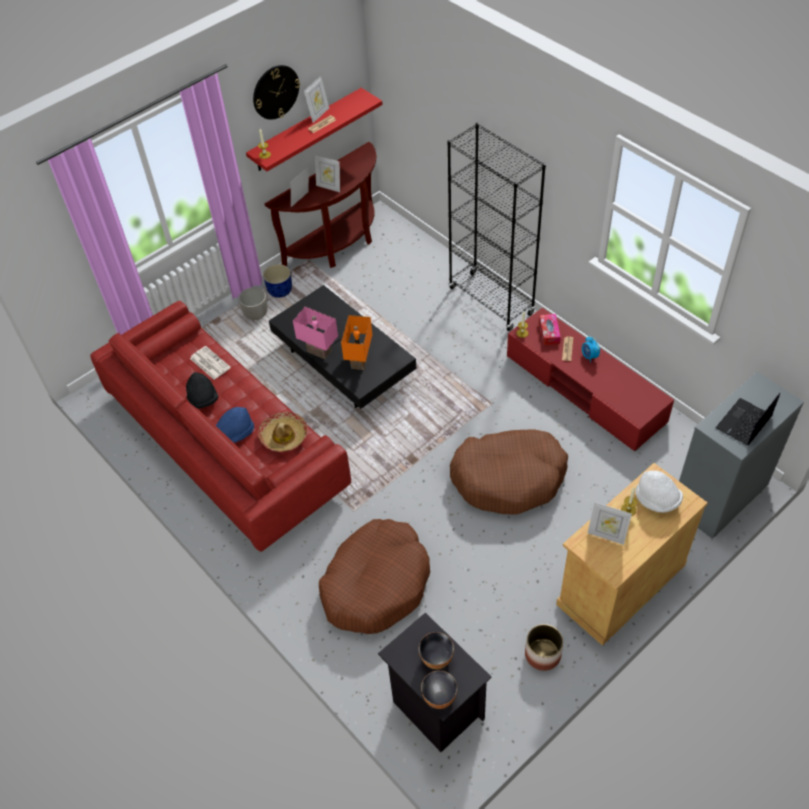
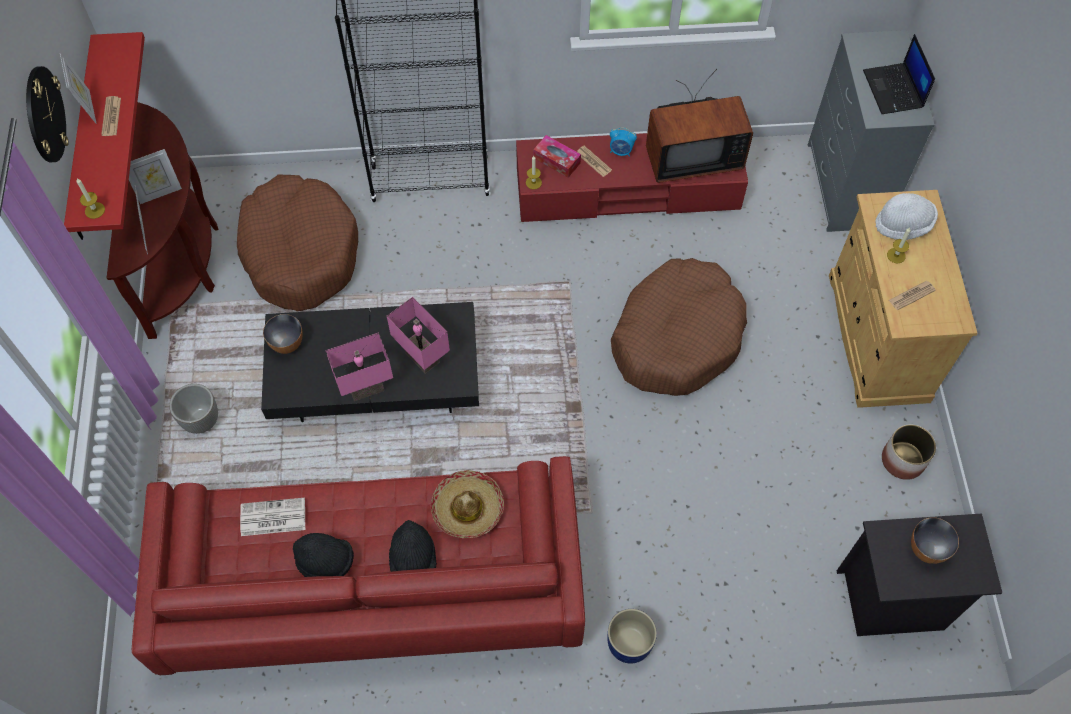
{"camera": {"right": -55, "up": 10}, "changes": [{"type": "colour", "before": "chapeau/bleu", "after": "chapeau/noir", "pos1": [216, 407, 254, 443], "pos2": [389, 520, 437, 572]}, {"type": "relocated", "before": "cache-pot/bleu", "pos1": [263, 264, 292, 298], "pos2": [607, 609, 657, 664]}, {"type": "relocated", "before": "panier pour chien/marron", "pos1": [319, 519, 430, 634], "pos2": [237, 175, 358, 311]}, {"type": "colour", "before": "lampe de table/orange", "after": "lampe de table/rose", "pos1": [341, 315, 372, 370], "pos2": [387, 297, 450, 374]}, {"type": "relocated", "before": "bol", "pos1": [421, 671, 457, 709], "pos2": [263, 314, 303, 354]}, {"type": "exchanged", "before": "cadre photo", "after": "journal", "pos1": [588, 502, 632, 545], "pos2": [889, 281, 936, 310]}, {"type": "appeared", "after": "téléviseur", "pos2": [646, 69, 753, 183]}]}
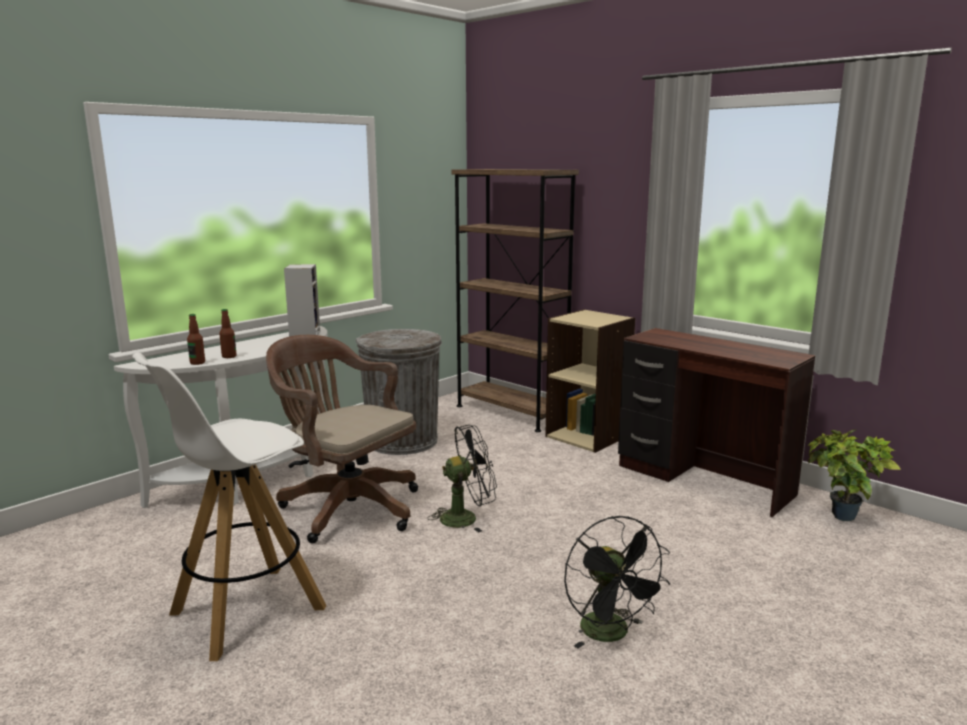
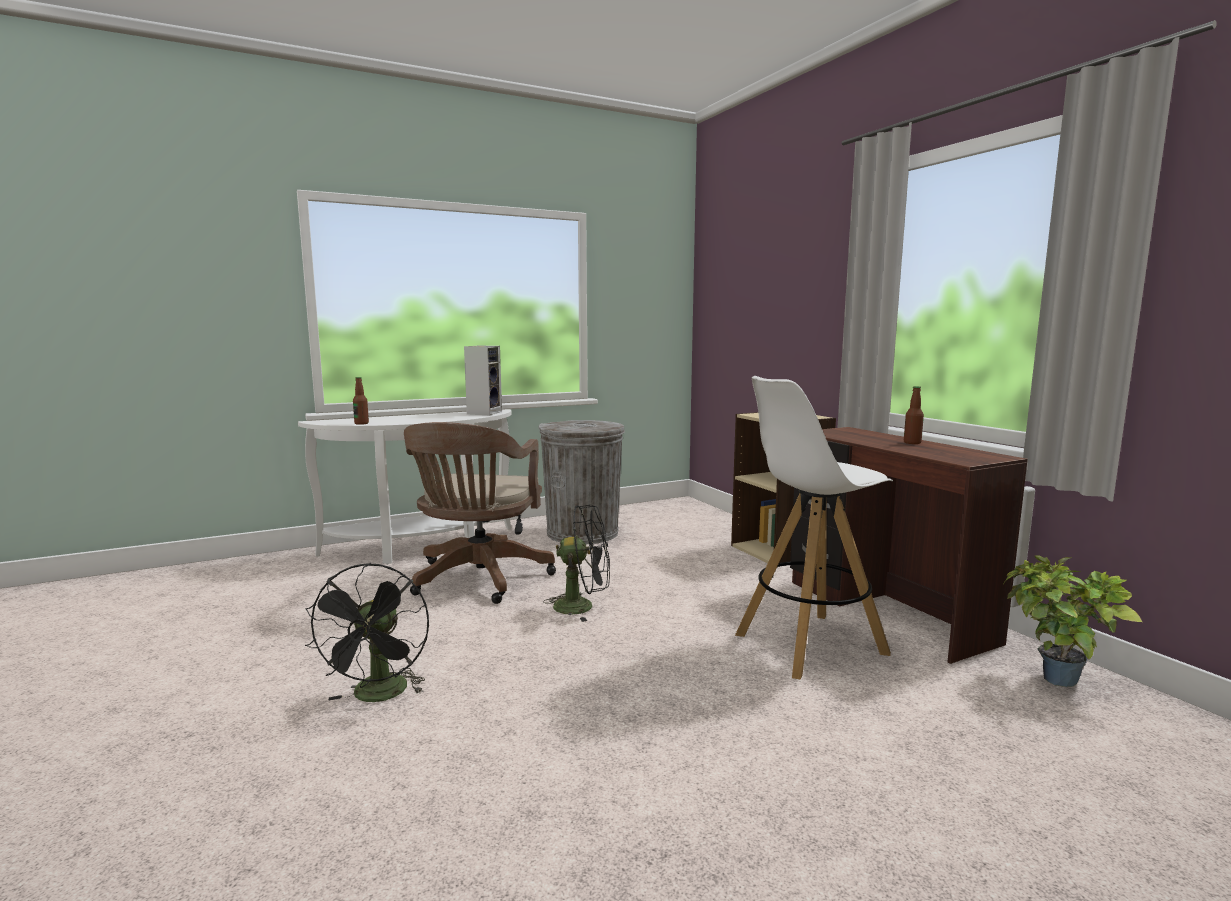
{"camera": {"right": 20, "up": -5}, "changes": [{"type": "relocated", "before": "tabouret/blanc", "pos1": [132, 353, 326, 661], "pos2": [735, 376, 893, 680]}, {"type": "relocated", "before": "bouteille", "pos1": [219, 309, 237, 358], "pos2": [904, 386, 924, 444]}, {"type": "spun", "before": "chaise de bureau/marron", "pos1": [266, 335, 418, 543], "pos2": [404, 422, 556, 604], "turn": -135}, {"type": "missing", "before": "bibliothèque/marron", "pos1": [452, 169, 579, 432]}, {"type": "relocated", "before": "ventilateur/noir", "pos1": [564, 516, 670, 649], "pos2": [305, 563, 429, 702]}]}
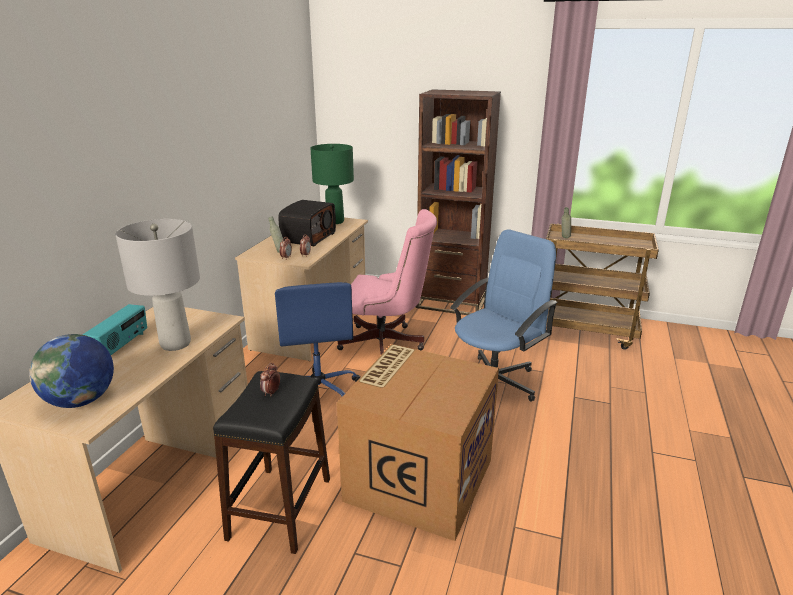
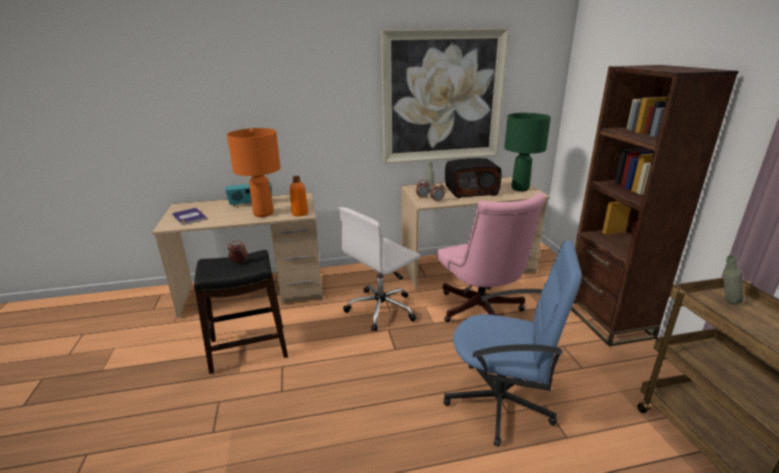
{"camera": {"right": 60, "up": 0}, "changes": [{"type": "exchanged", "before": "globe", "after": "livre", "pos1": [29, 334, 114, 408], "pos2": [172, 208, 207, 225]}, {"type": "colour", "before": "lampe de table/gris", "after": "lampe de table/orange", "pos1": [115, 219, 200, 351], "pos2": [227, 128, 281, 217]}, {"type": "colour", "before": "chaise de bureau/bleu", "after": "chaise de bureau/blanc", "pos1": [275, 282, 360, 397], "pos2": [339, 207, 420, 332]}, {"type": "missing", "before": "carton", "pos1": [337, 344, 499, 541]}, {"type": "appeared", "after": "bouteille/orange", "pos2": [290, 176, 308, 216]}, {"type": "appeared", "after": "tableau", "pos2": [381, 28, 509, 163]}]}
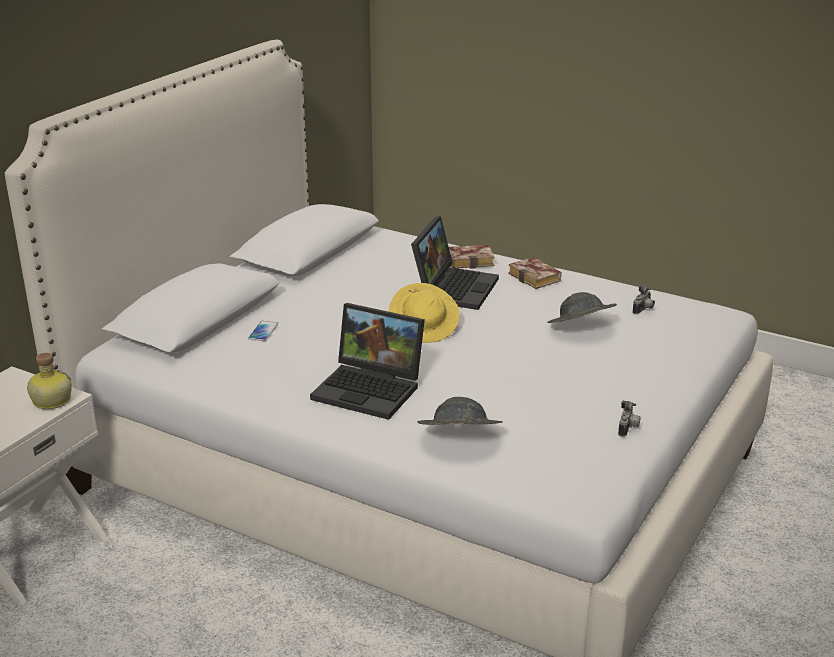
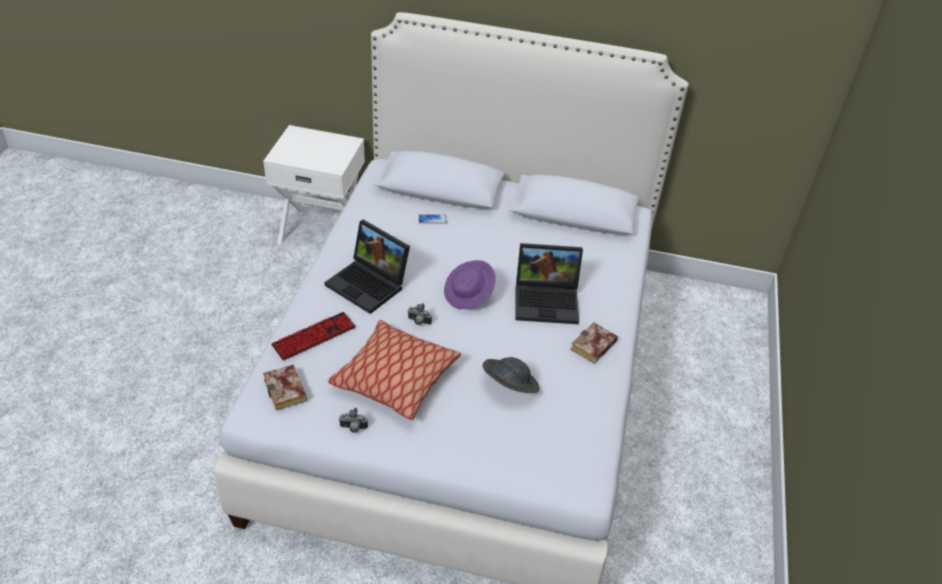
{"camera": {"right": 70, "up": 15}, "changes": [{"type": "missing", "before": "bouteille", "pos1": [27, 353, 72, 409]}, {"type": "spun", "before": "ordinateur portable", "pos1": [310, 303, 425, 420], "pos2": [324, 220, 410, 314], "turn": -60}, {"type": "colour", "before": "chapeau/jaune", "after": "chapeau/violet", "pos1": [389, 283, 460, 343], "pos2": [444, 260, 496, 309]}, {"type": "exchanged", "before": "chapeau/gris", "after": "clavier", "pos1": [417, 397, 503, 425], "pos2": [271, 312, 356, 361]}, {"type": "relocated", "before": "livre", "pos1": [449, 245, 495, 269], "pos2": [263, 365, 307, 410]}, {"type": "relocated", "before": "appareil photo", "pos1": [633, 285, 655, 314], "pos2": [407, 303, 432, 325]}, {"type": "appeared", "after": "coussin", "pos2": [328, 320, 461, 420]}]}
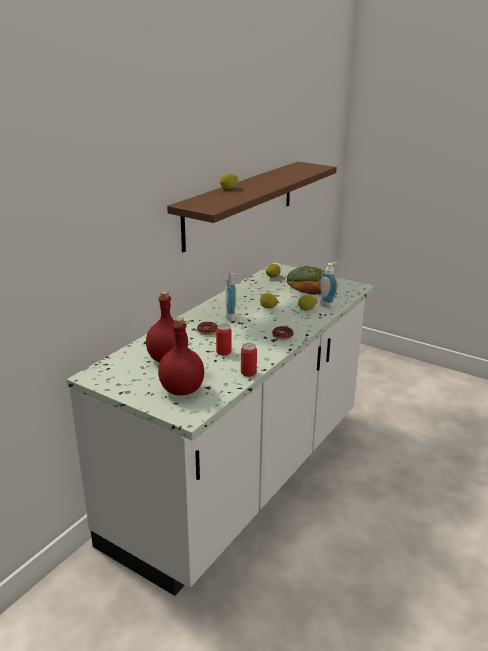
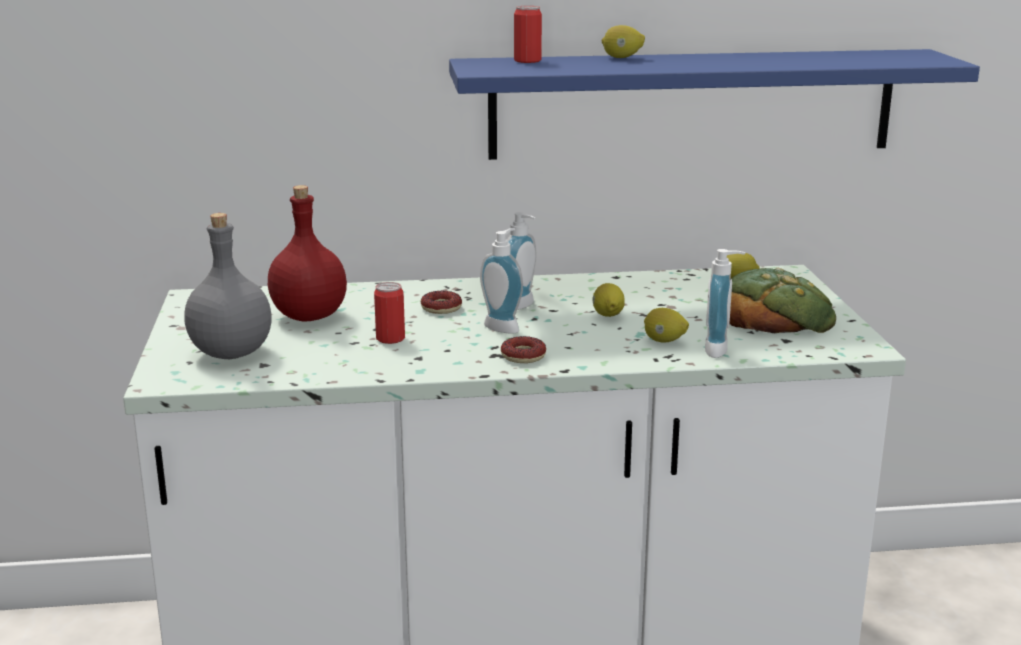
{"camera": {"right": 50, "up": -5}, "changes": [{"type": "colour", "before": "bouteille/rouge", "after": "bouteille/gris", "pos1": [158, 317, 204, 395], "pos2": [184, 213, 272, 359]}, {"type": "colour", "before": "étagère/marron", "after": "étagère/bleu", "pos1": [167, 162, 337, 252], "pos2": [449, 49, 980, 160]}, {"type": "relocated", "before": "boîte métallique", "pos1": [241, 343, 257, 377], "pos2": [514, 6, 542, 63]}, {"type": "appeared", "after": "distributeur de savon", "pos2": [480, 228, 523, 334]}]}
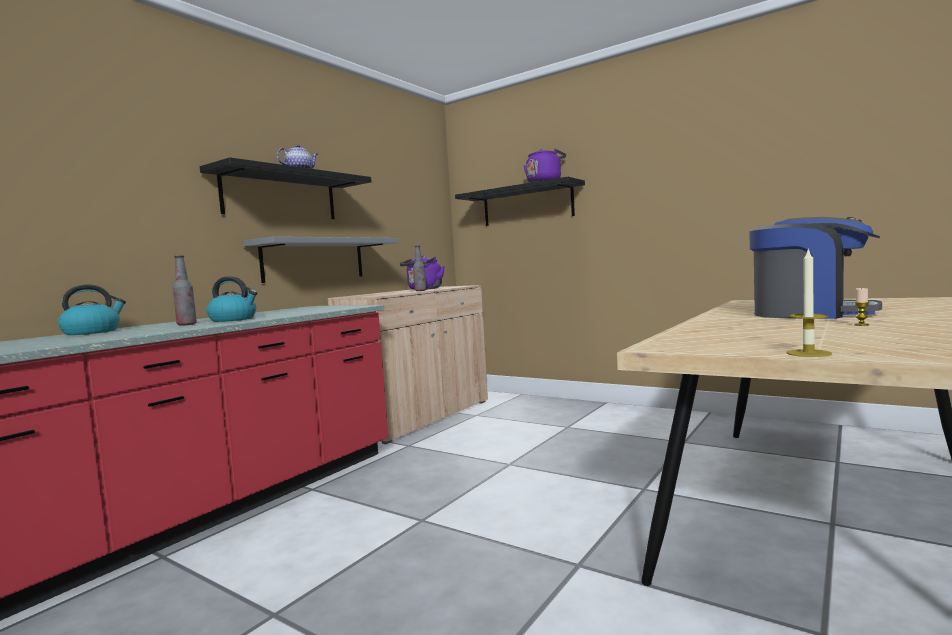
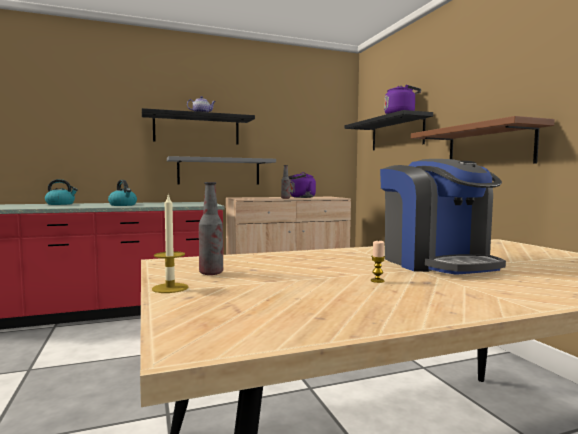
{"camera": {"right": 35, "up": 0}, "changes": [{"type": "relocated", "before": "bouteille", "pos1": [173, 255, 197, 326], "pos2": [199, 182, 223, 275]}, {"type": "appeared", "after": "étagère/marron", "pos2": [411, 116, 555, 164]}]}
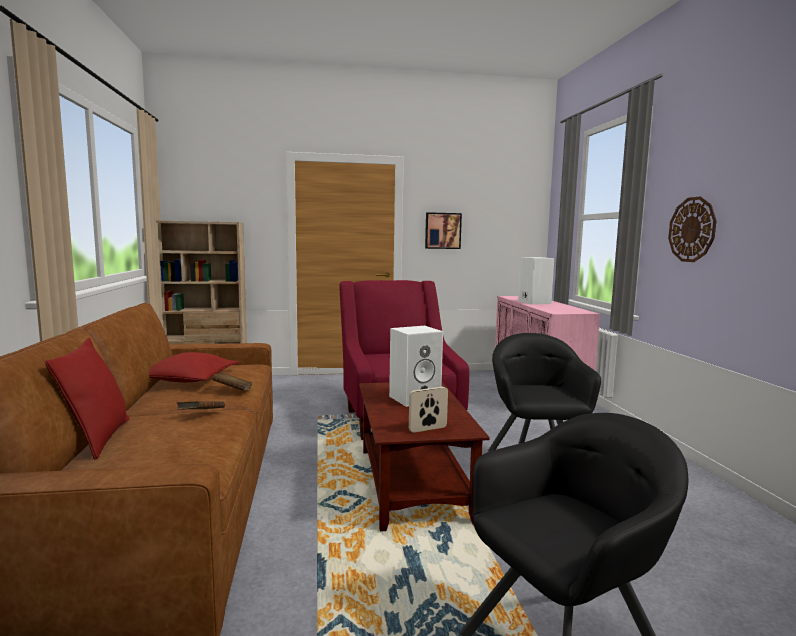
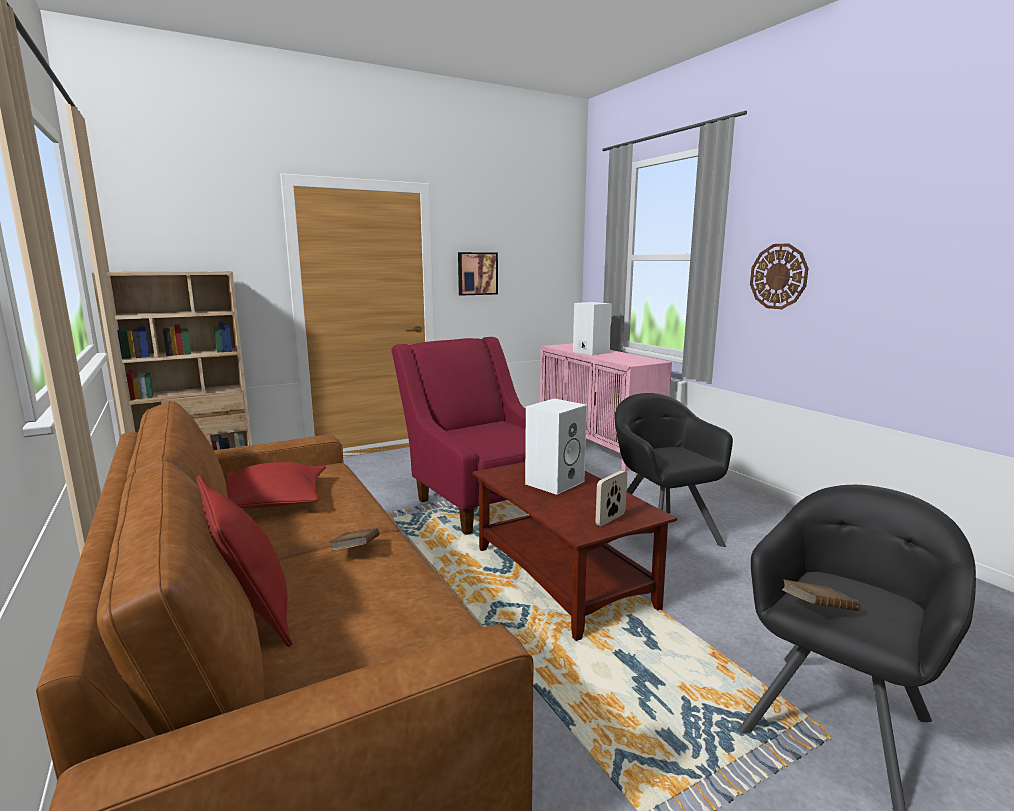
{"camera": {"right": -20, "up": 5}, "changes": [{"type": "relocated", "before": "livre/marron", "pos1": [213, 373, 253, 391], "pos2": [782, 580, 860, 611]}]}
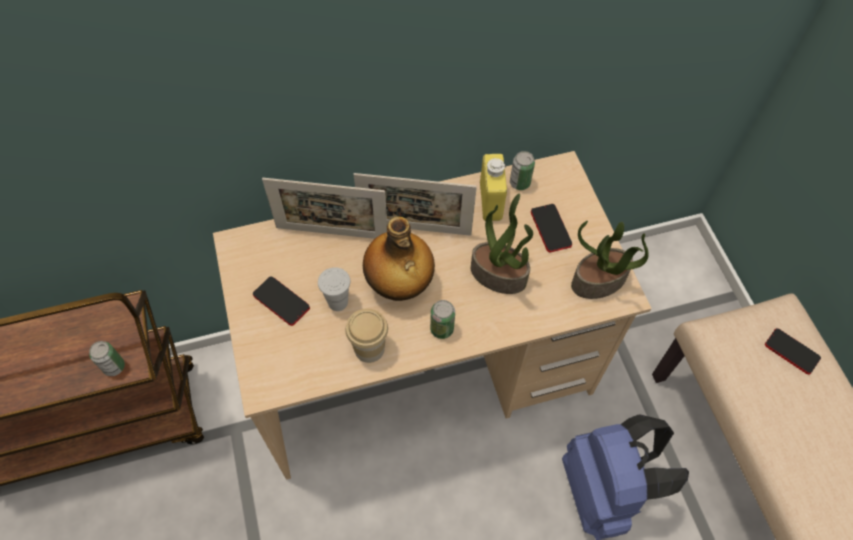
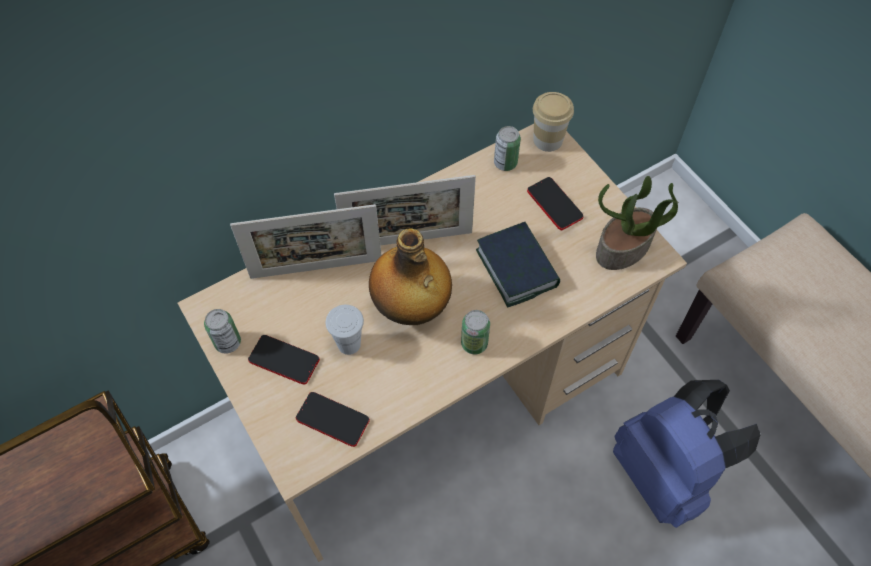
{"camera": {"right": -15, "up": 0}, "changes": [{"type": "relocated", "before": "boîte métallique", "pos1": [89, 341, 125, 376], "pos2": [204, 309, 241, 354]}, {"type": "relocated", "before": "tasse", "pos1": [345, 309, 388, 363], "pos2": [533, 92, 574, 152]}, {"type": "exchanged", "before": "plante en pot", "after": "livre", "pos1": [471, 194, 533, 294], "pos2": [476, 222, 560, 307]}, {"type": "missing", "before": "bouteille/jaune", "pos1": [480, 154, 507, 221]}, {"type": "relocated", "before": "téléphone", "pos1": [765, 328, 821, 375], "pos2": [296, 392, 370, 447]}]}
